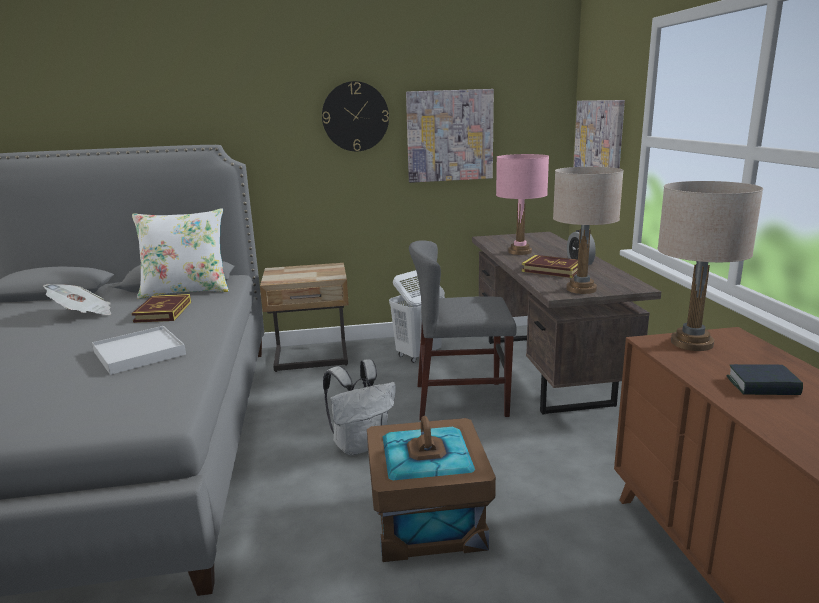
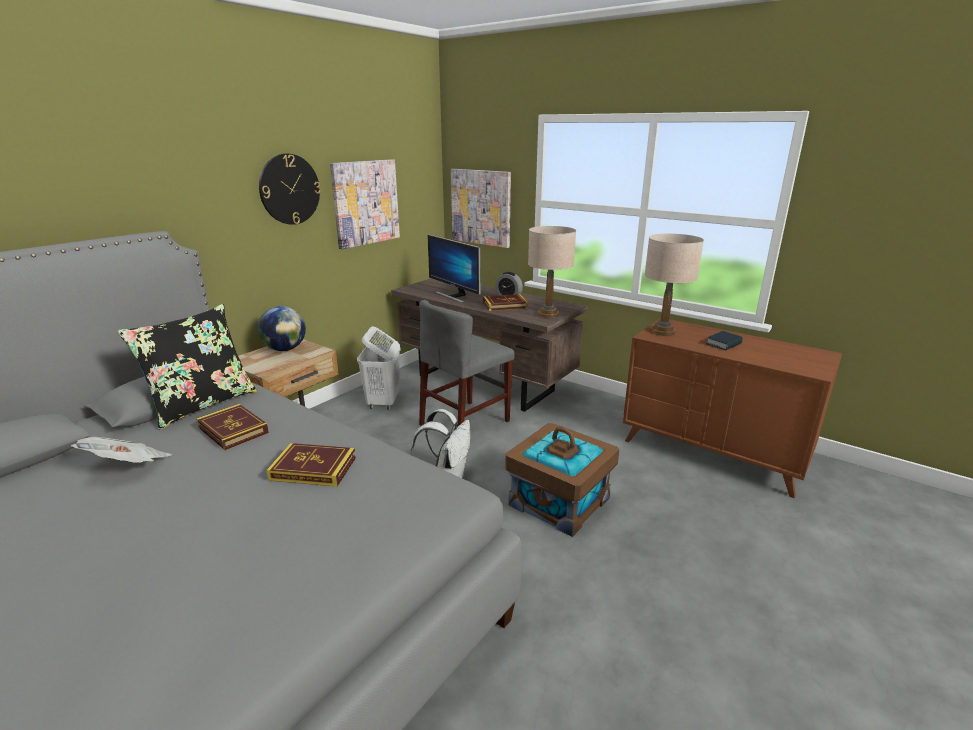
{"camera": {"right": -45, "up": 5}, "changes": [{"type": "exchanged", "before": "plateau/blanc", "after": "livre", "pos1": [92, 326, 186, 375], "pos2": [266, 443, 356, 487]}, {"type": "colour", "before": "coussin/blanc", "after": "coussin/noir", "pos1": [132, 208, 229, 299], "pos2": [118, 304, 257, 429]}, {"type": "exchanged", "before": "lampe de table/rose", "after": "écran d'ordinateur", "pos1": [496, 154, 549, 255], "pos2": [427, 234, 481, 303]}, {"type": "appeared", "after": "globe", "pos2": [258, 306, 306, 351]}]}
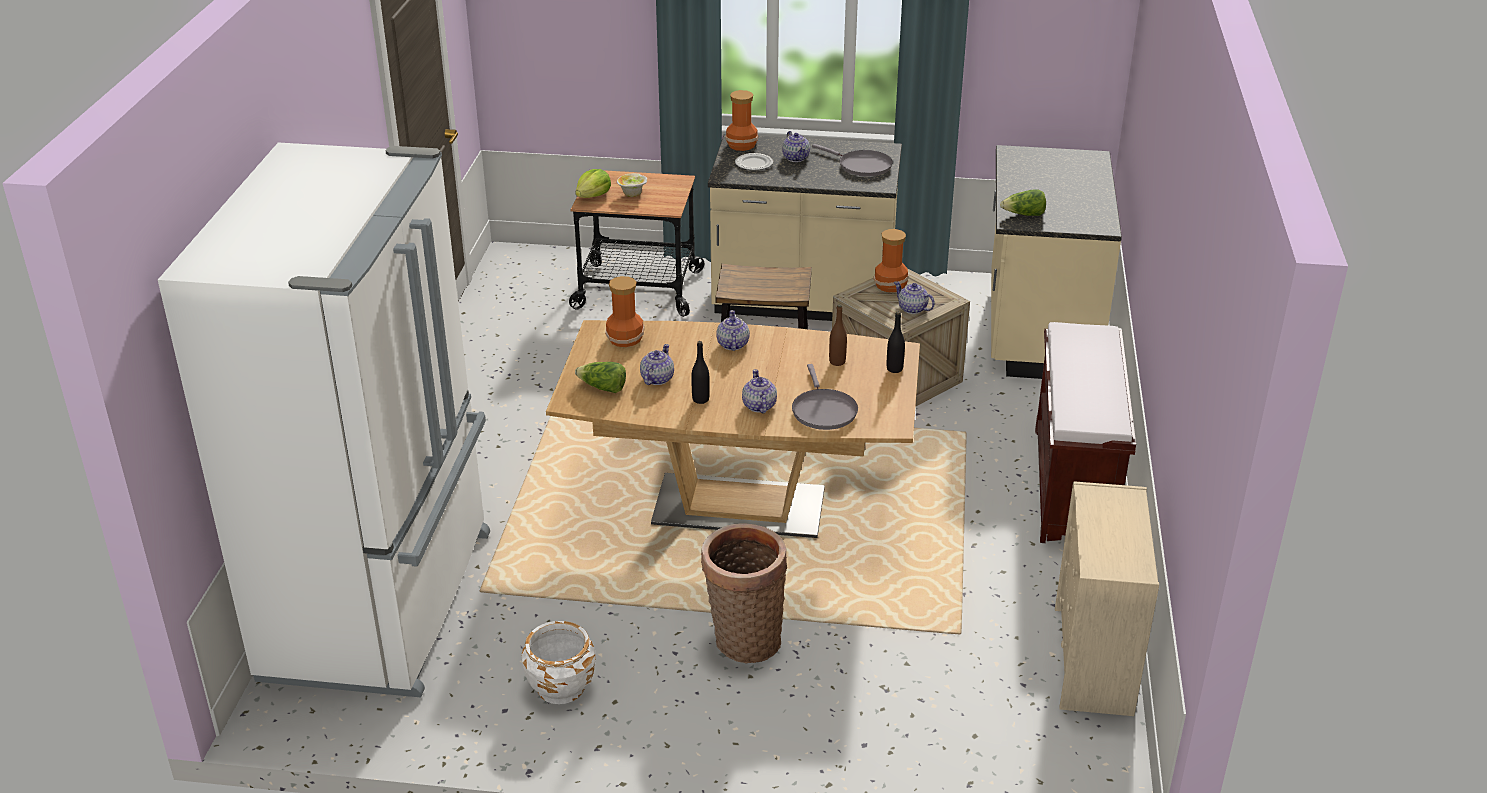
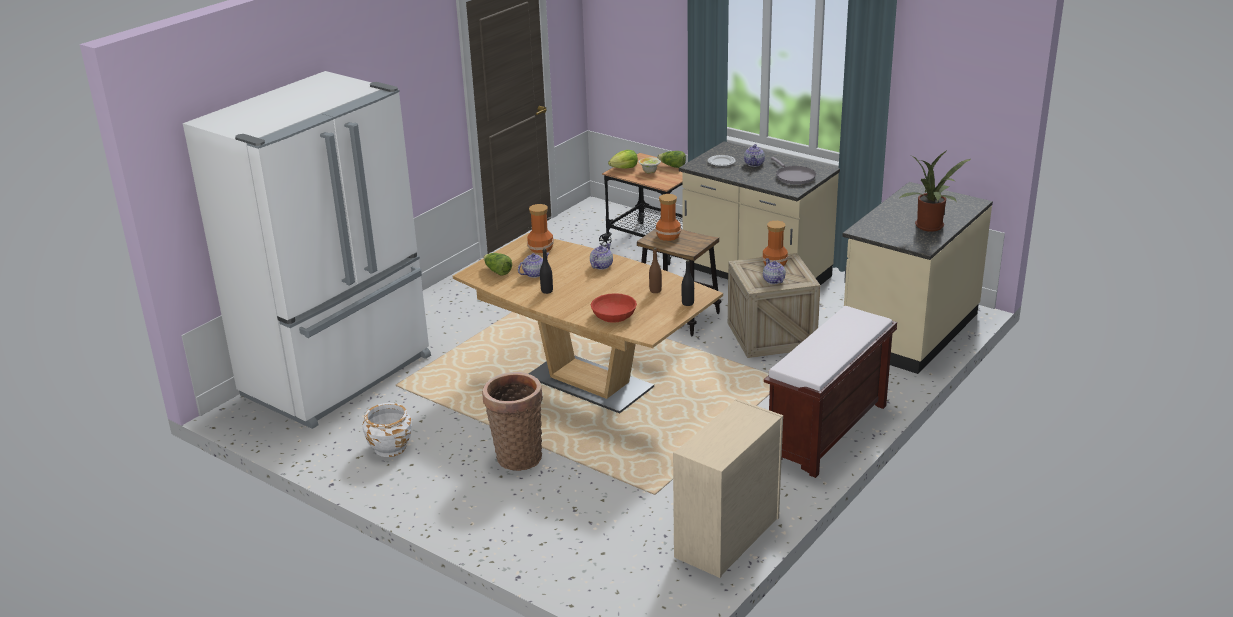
{"camera": {"right": 30, "up": -5}, "changes": [{"type": "relocated", "before": "vase", "pos1": [725, 90, 758, 151], "pos2": [655, 194, 681, 241]}, {"type": "missing", "before": "théière", "pos1": [742, 369, 777, 414]}, {"type": "exchanged", "before": "poêle/gris", "after": "bol/rouge", "pos1": [792, 364, 858, 430], "pos2": [591, 293, 637, 323]}, {"type": "relocated", "before": "laitue", "pos1": [1000, 189, 1046, 216], "pos2": [657, 151, 686, 168]}, {"type": "appeared", "after": "plante en pot", "pos2": [900, 150, 971, 232]}]}
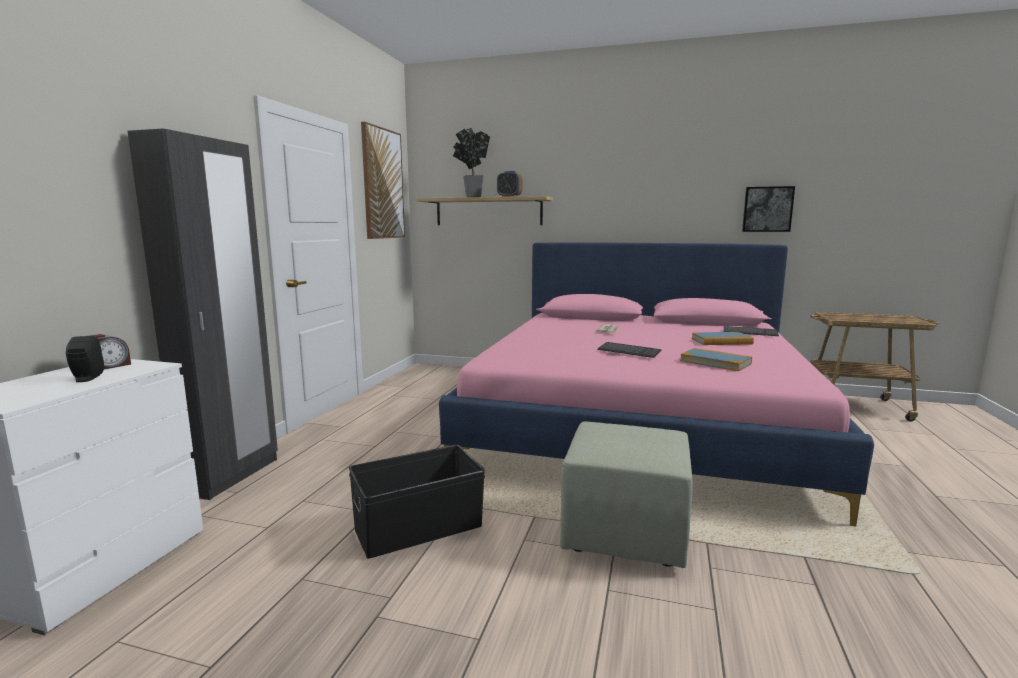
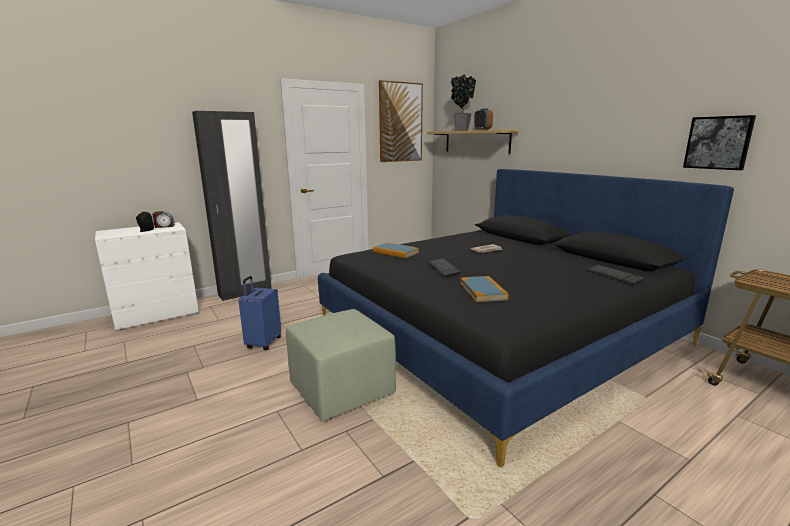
{"camera": {"right": 40, "up": 5}, "changes": [{"type": "exchanged", "before": "boîte de rangement/noir", "after": "valise/bleu", "pos1": [349, 445, 485, 559], "pos2": [239, 276, 281, 350]}, {"type": "colour", "before": "lit/rose", "after": "lit/noir", "pos1": [439, 242, 874, 527], "pos2": [318, 169, 734, 468]}, {"type": "relocated", "before": "livre", "pos1": [692, 332, 754, 345], "pos2": [373, 242, 419, 258]}]}
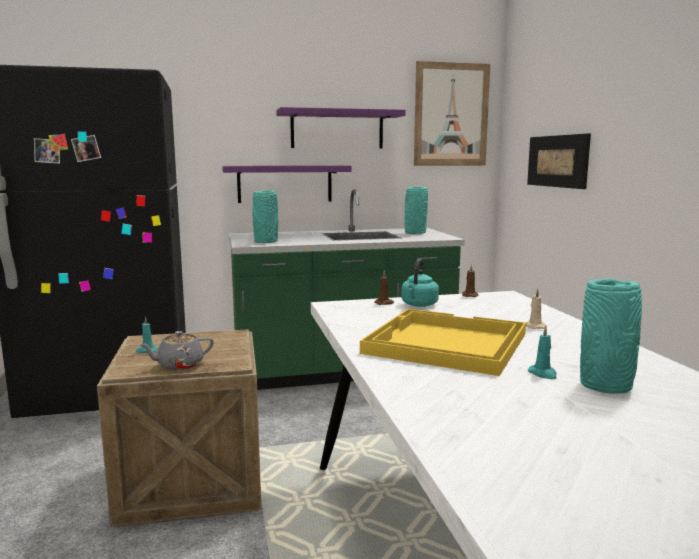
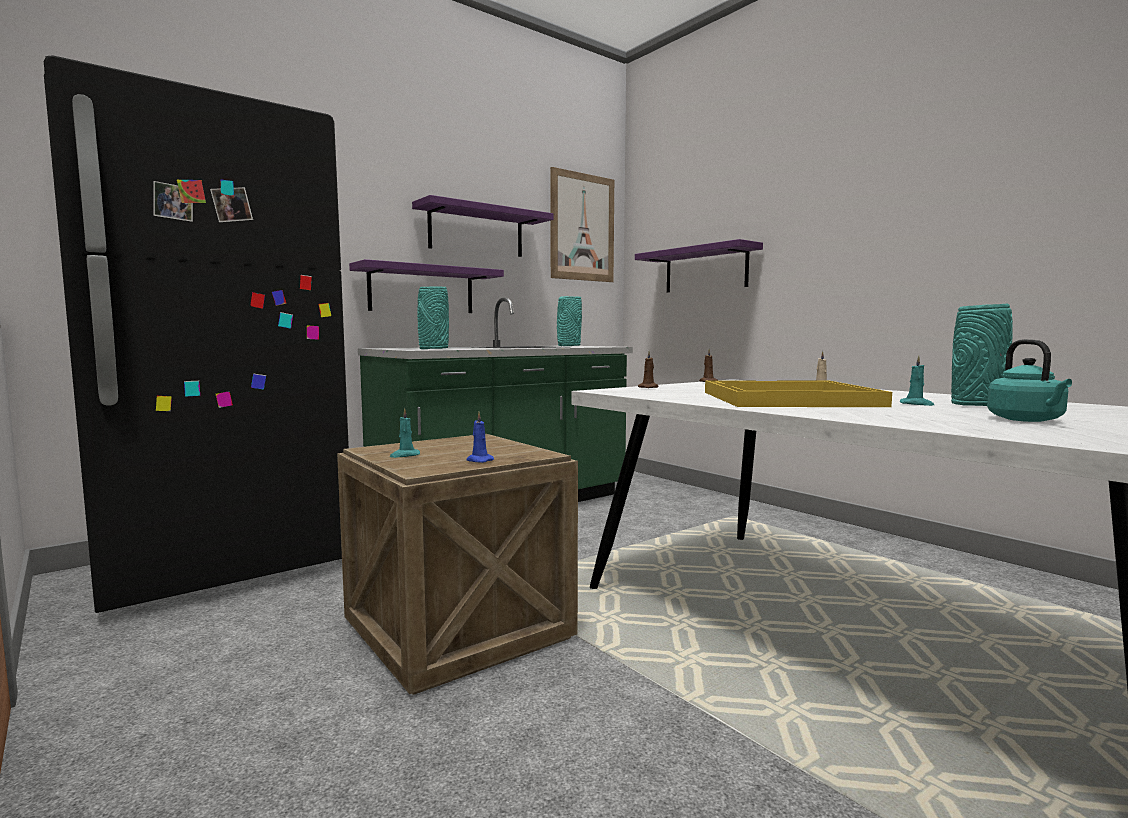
{"camera": {"right": -25, "up": -5}, "changes": [{"type": "exchanged", "before": "théière/gris", "after": "bougie/bleu", "pos1": [139, 331, 214, 370], "pos2": [466, 412, 494, 463]}, {"type": "relocated", "before": "bouilloire/turquoise", "pos1": [401, 259, 439, 307], "pos2": [987, 339, 1072, 422]}, {"type": "exchanged", "before": "tableau", "after": "étagère/violet", "pos1": [527, 133, 591, 189], "pos2": [635, 239, 763, 293]}]}
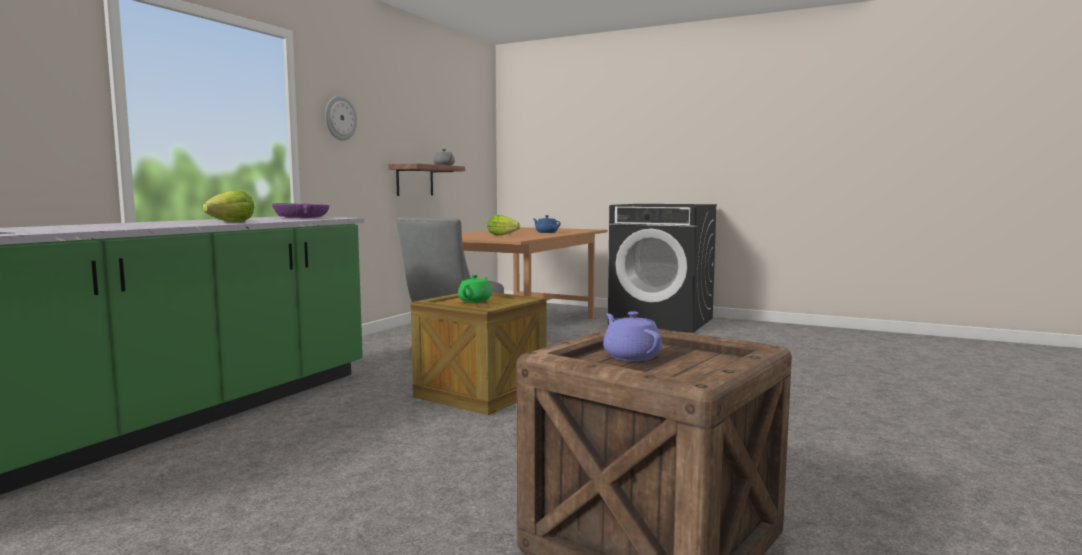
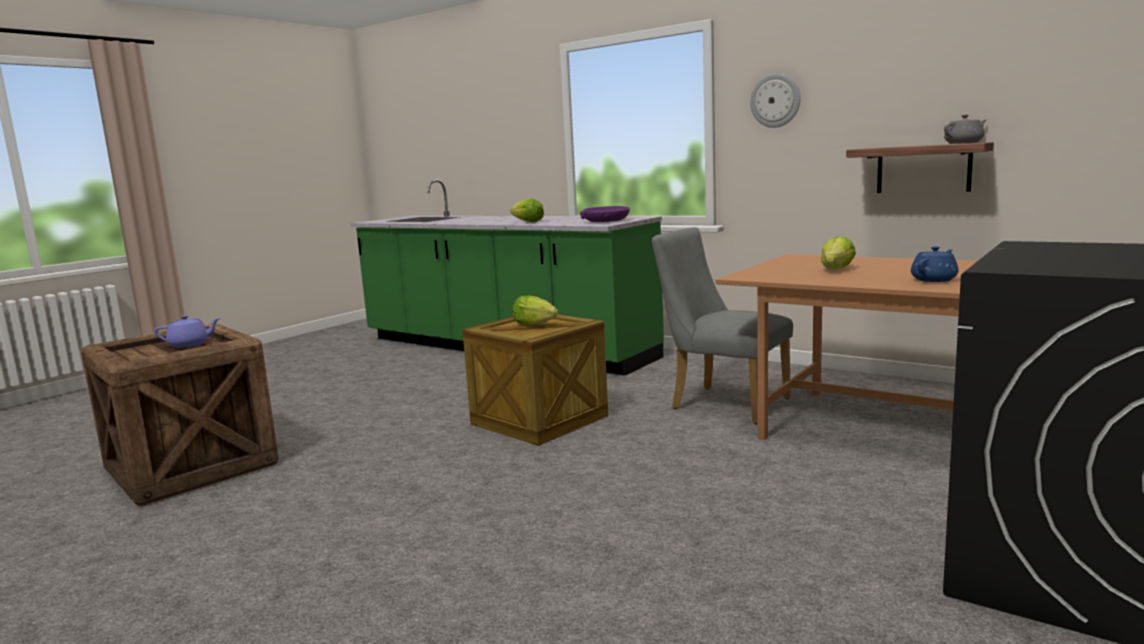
{"camera": {"right": 100, "up": 5}, "changes": [{"type": "exchanged", "before": "théière/vert", "after": "laitue", "pos1": [458, 275, 492, 302], "pos2": [512, 295, 558, 326]}]}
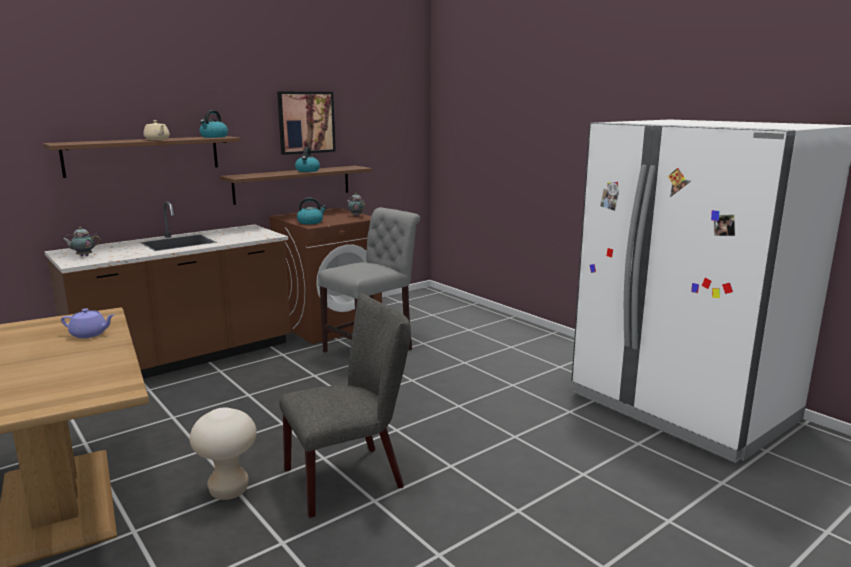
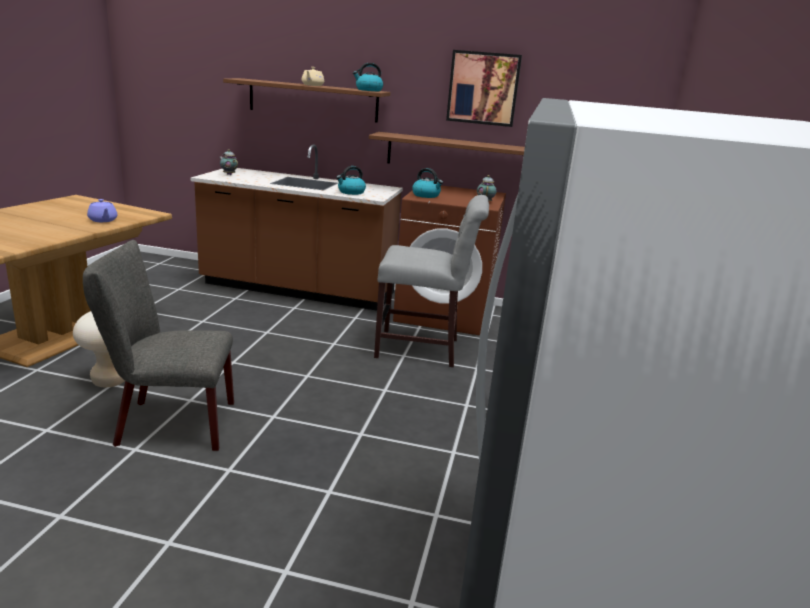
{"camera": {"right": 50, "up": 5}, "changes": [{"type": "spun", "before": "chaise/gris", "pos1": [279, 293, 411, 518], "pos2": [83, 240, 234, 451], "turn": 150}, {"type": "relocated", "before": "bouilloire", "pos1": [295, 147, 320, 172], "pos2": [336, 166, 366, 195]}]}
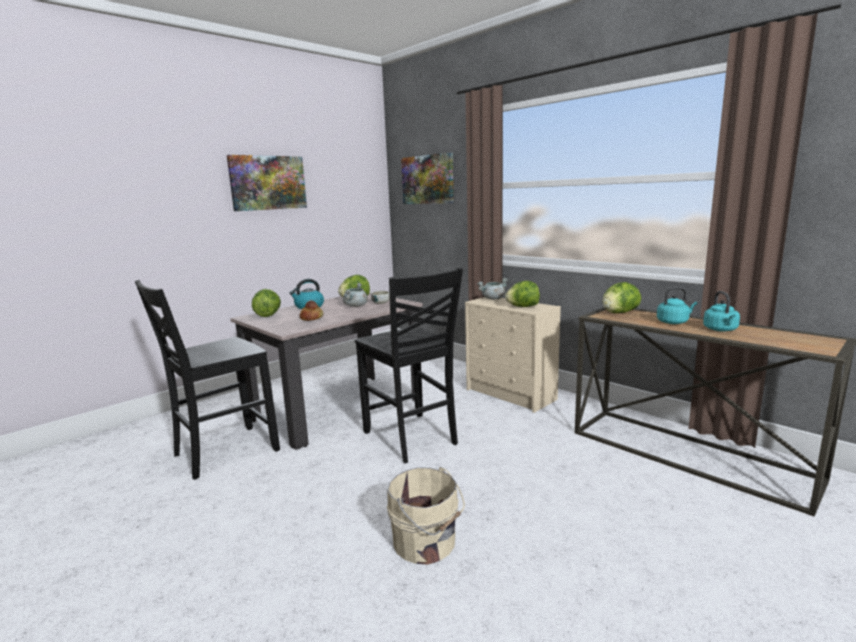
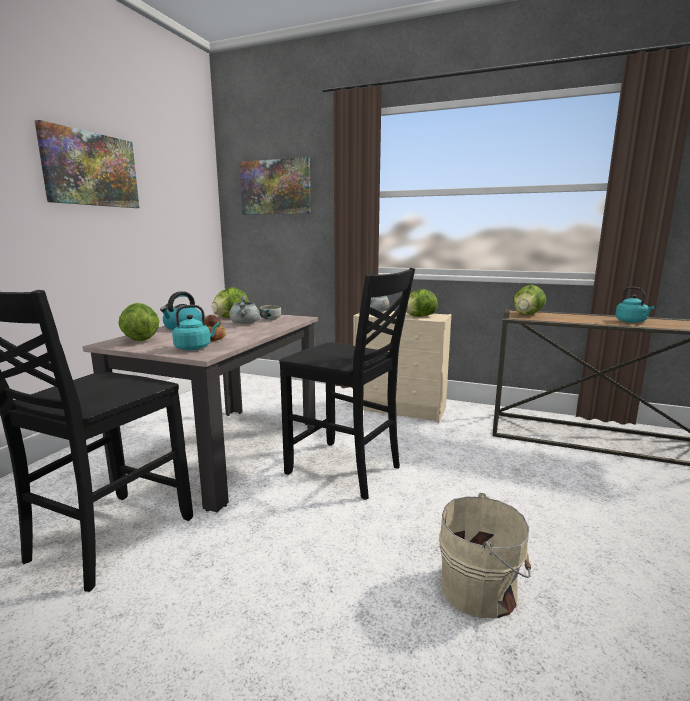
{"camera": {"right": -25, "up": 0}, "changes": [{"type": "relocated", "before": "bouilloire/turquoise", "pos1": [657, 287, 697, 324], "pos2": [172, 305, 220, 351]}]}
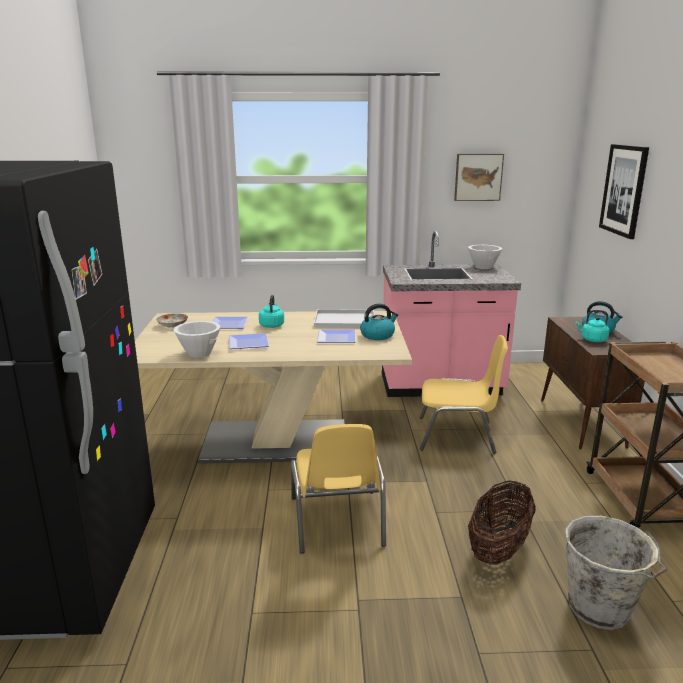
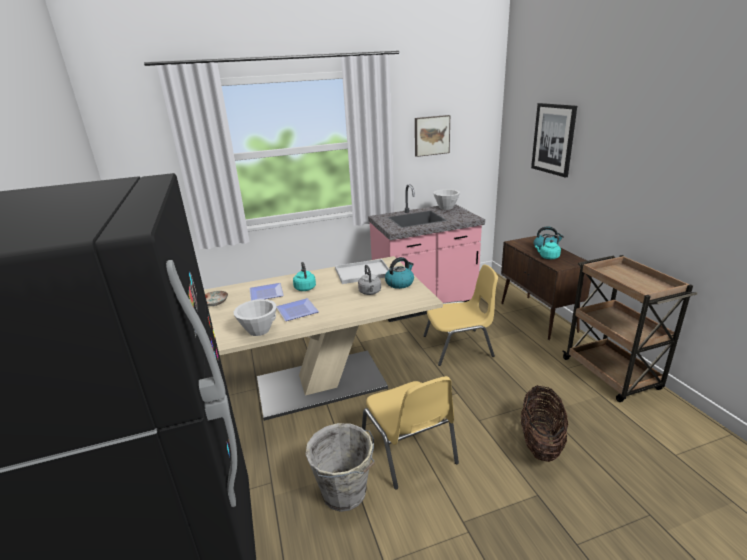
{"camera": {"right": -15, "up": 5}, "changes": [{"type": "exchanged", "before": "assiette", "after": "bouilloire/gris", "pos1": [317, 329, 356, 343], "pos2": [358, 265, 381, 295]}, {"type": "relocated", "before": "seau/gris", "pos1": [565, 516, 667, 630], "pos2": [305, 423, 375, 512]}]}
